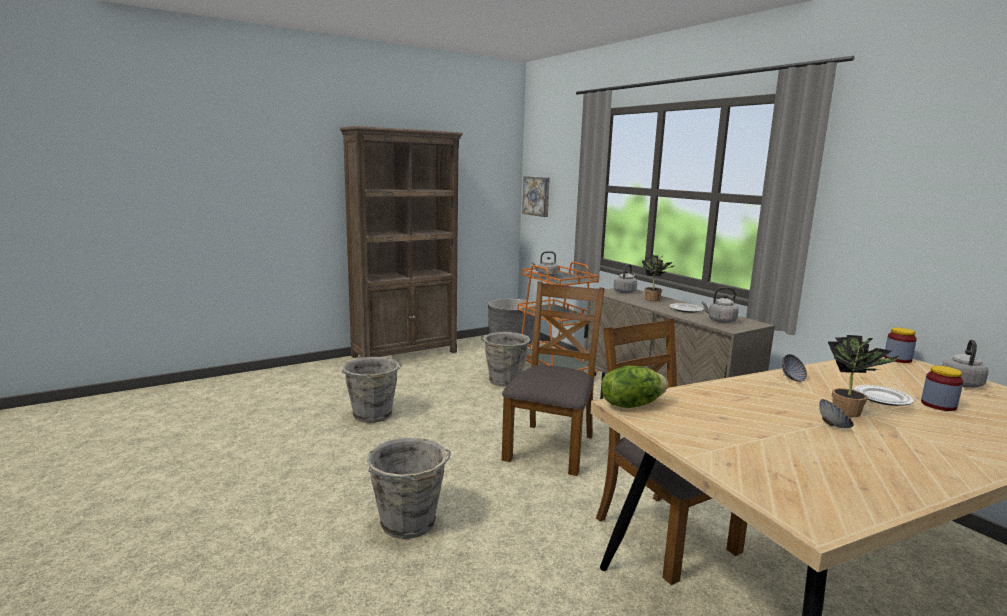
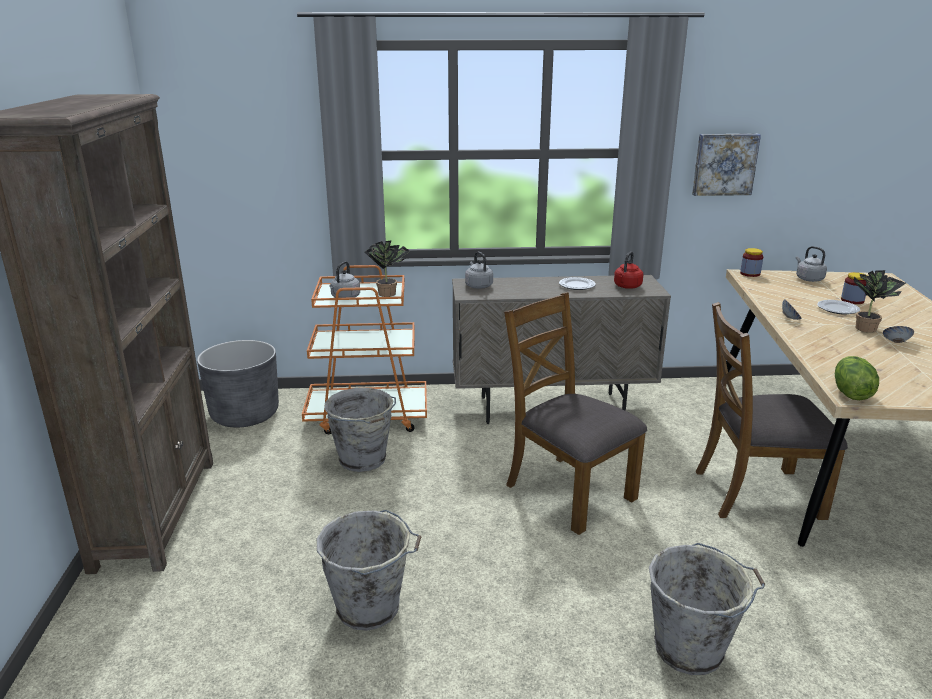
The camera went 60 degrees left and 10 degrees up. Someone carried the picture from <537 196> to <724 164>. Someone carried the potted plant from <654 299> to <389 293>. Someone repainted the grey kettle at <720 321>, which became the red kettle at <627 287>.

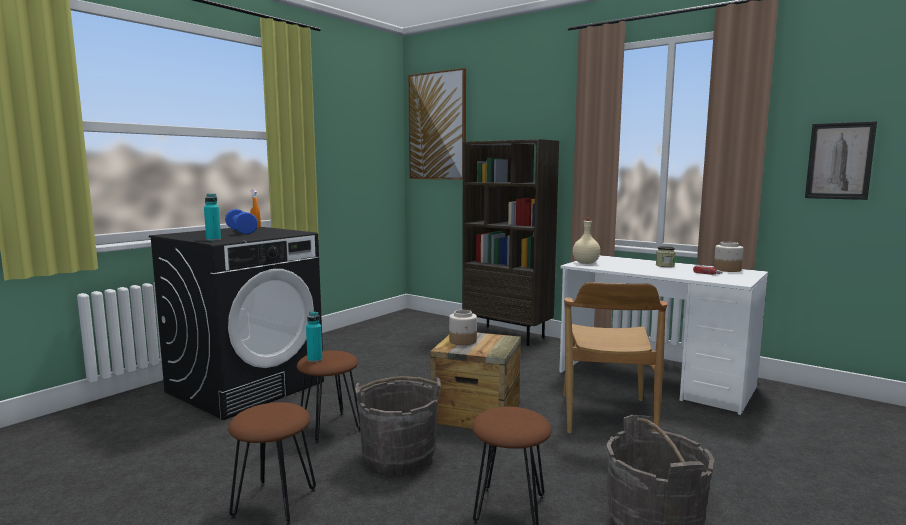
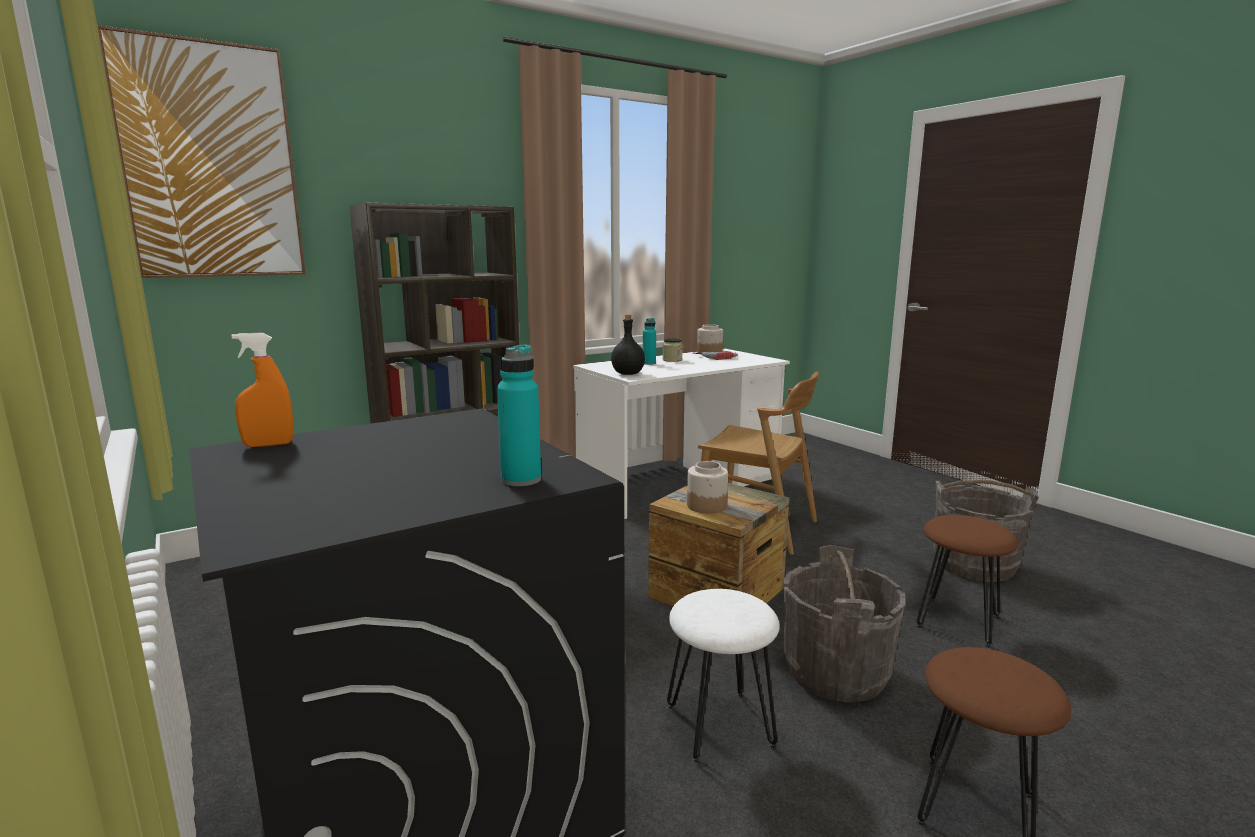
The camera went 70 degrees left and 5 degrees up. Someone took away the blue dumbbell at <241 231>. Someone repainted the brown stool at <329 427>, which became the white stool at <718 726>. Someone carried the turquoise bottle from <315 359> to <649 363>. Someone repainted the beige bottle at <585 263>, which became the black bottle at <627 374>. Someone took away the picture at <839 161>.

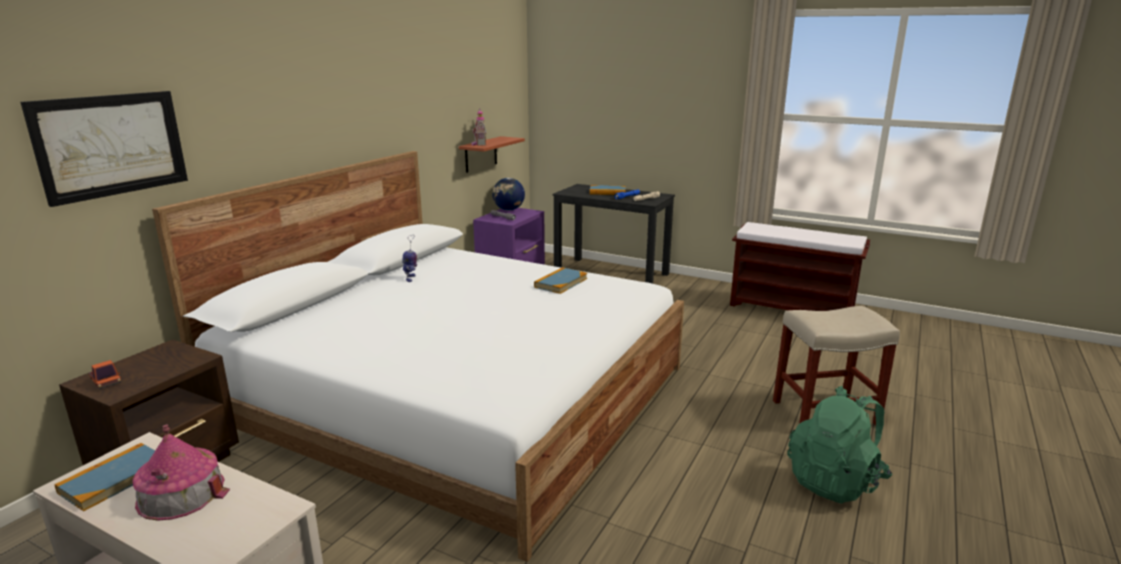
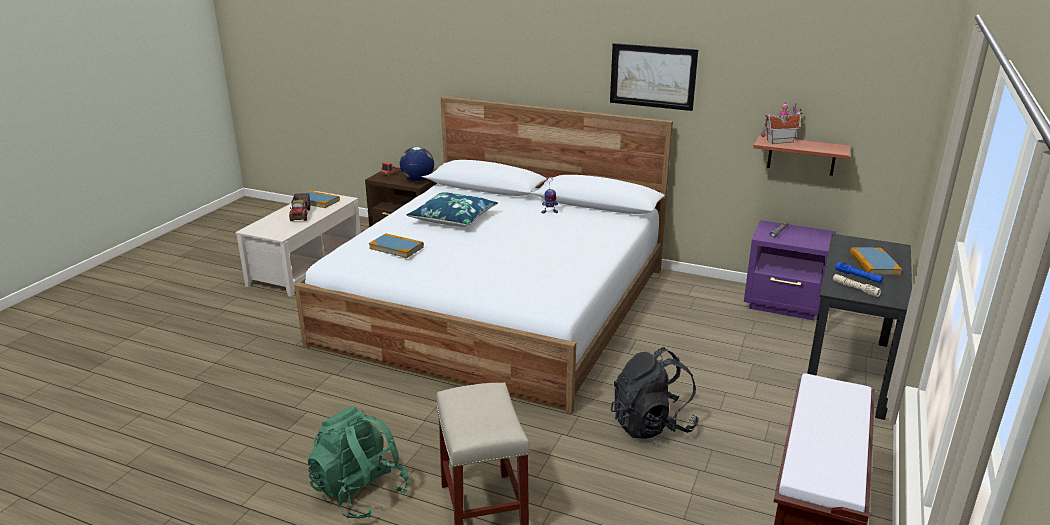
The camera went 85 degrees right and 5 degrees up. Someone carried the picture from <111 145> to <653 76>. Someone swapped the toy house at <181 493> for the toy truck at <301 215>. Someone carried the globe from <508 210> to <417 180>. Someone carried the book from <560 283> to <396 248>. Someone put down the blue pillow at <453 219>. Someone put down the black backpack at <652 425>.

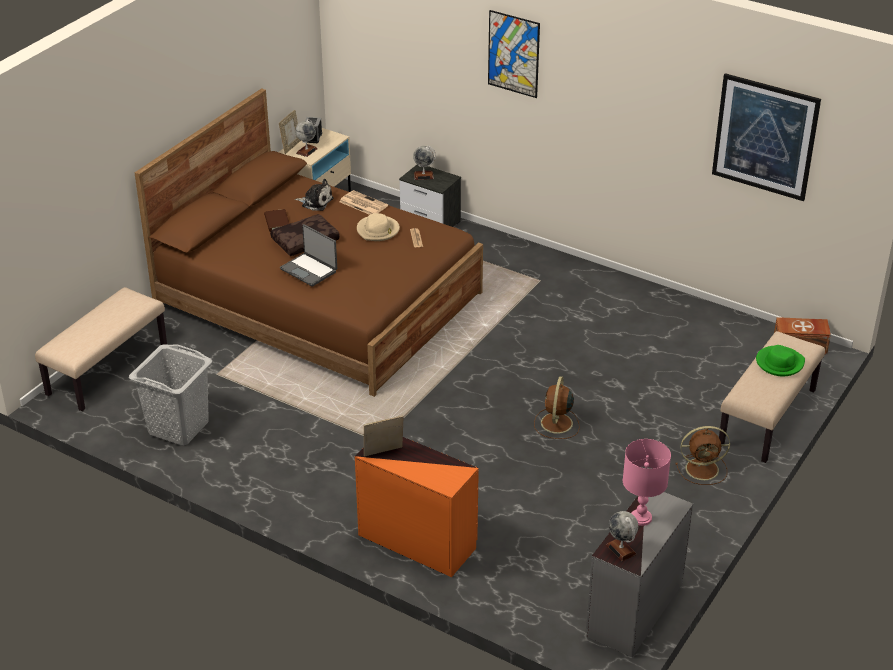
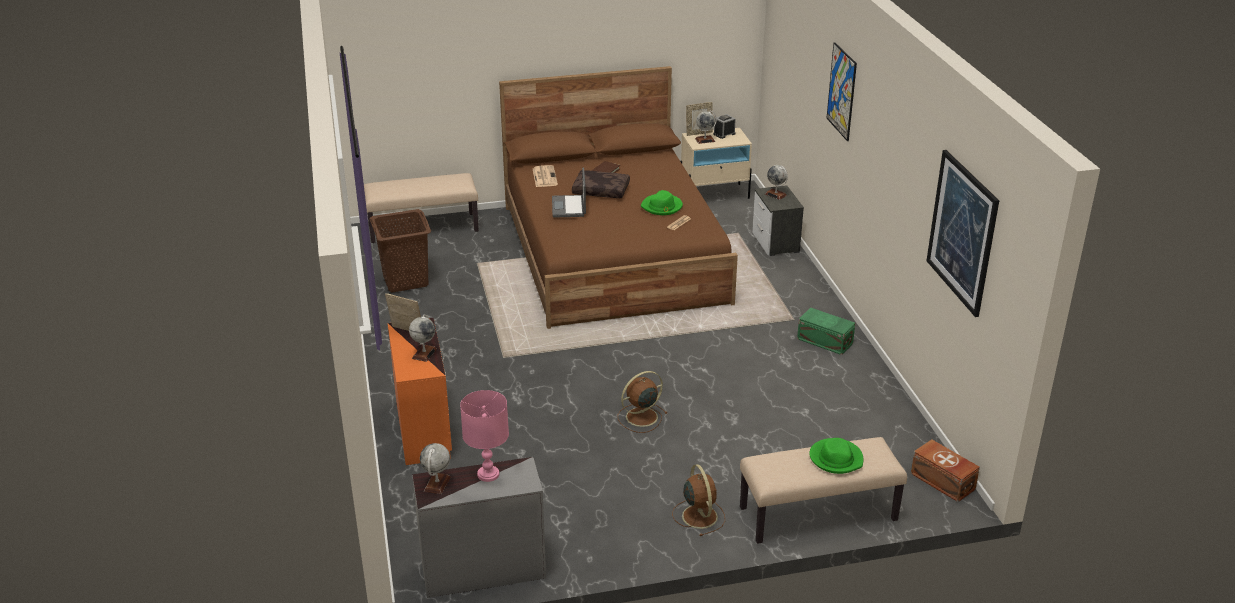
The camera went 45 degrees right and 5 degrees down. Someone repainted the grey laundry basket at <178 427>, which became the brown laundry basket at <405 281>. Someone took away the plush toy at <316 202>. Someone carried the newspaper from <362 204> to <544 176>. Someone repainted the beige hat at <378 230>, which became the green hat at <662 207>. Someone rotated the brown fan at <703 469> by 150 degrees counterclockwise. Someone put down the globe at <424 353>. Someone put down the green storage box at <825 341>.

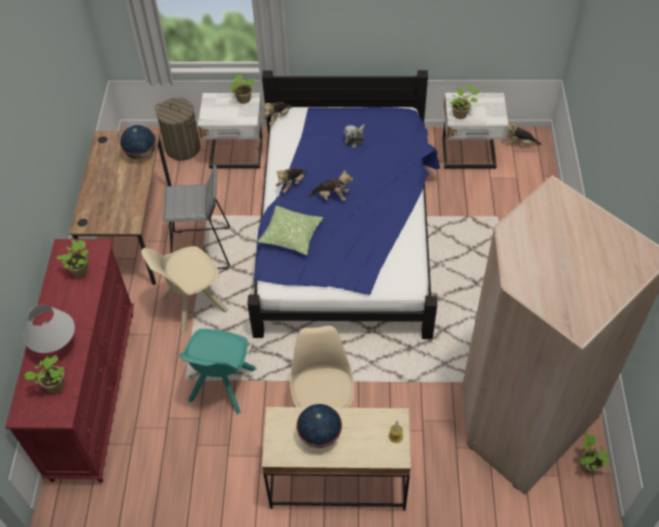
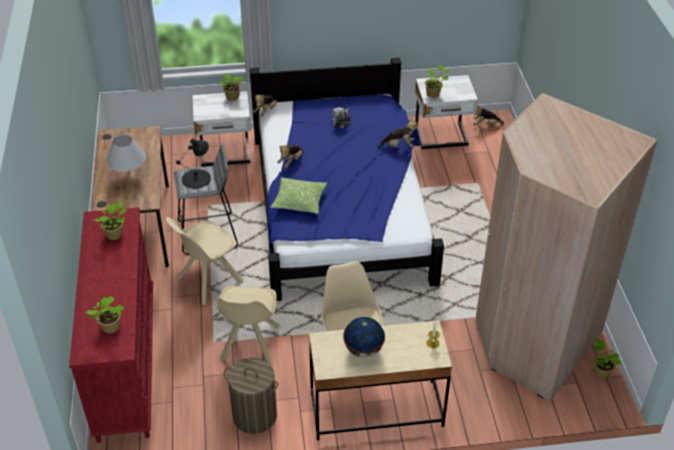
The camera went 10 degrees left and 10 degrees down. Someone carried the white table lamp from <56 345> to <129 175>. Someone took away the globe at <141 154>. Someone carried the laundry basket from <183 148> to <254 415>. Someone repainted the turquoise chair at <221 386>, which became the beige chair at <249 344>. Someone carried the plush toy from <331 196> to <399 146>. Someone put down the black table lamp at <196 178>.

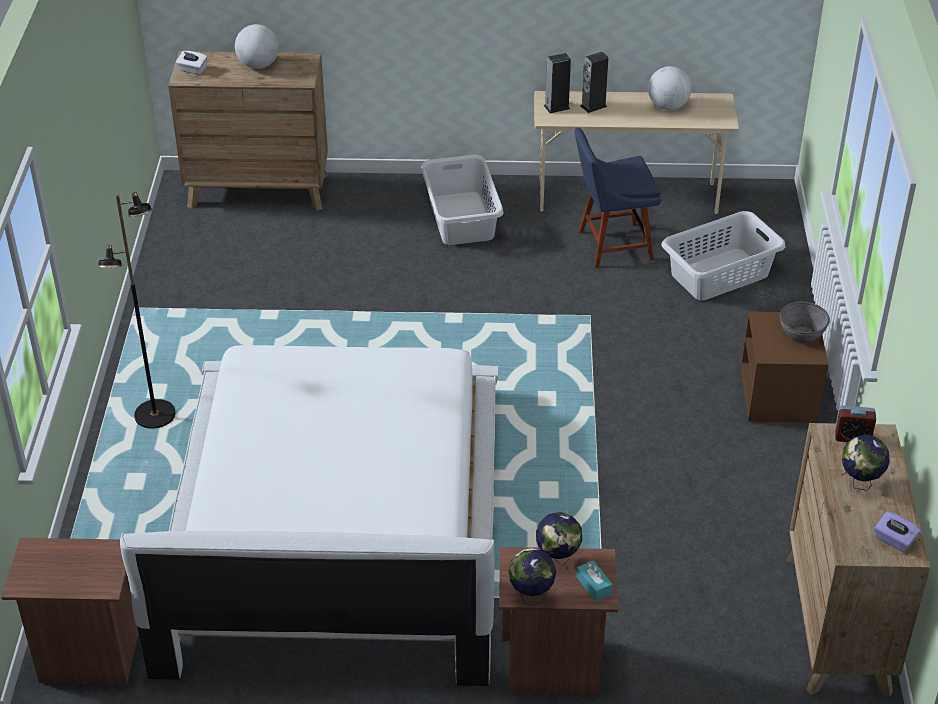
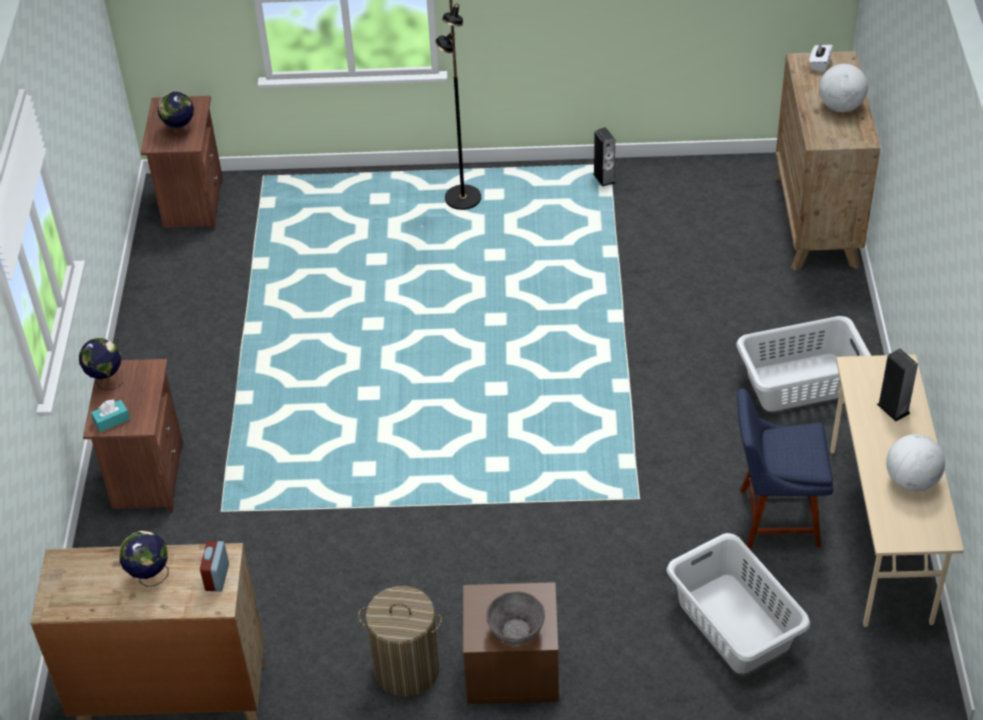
The camera went 90 degrees right and 5 degrees up. Someone took away the white bed at <336 526>. Someone carried the globe from <558 559> to <180 131>. Someone carried the speaker from <556 107> to <604 179>. Someone rotated the blue chair at <611 245> by 75 degrees counterclockwise. Someone took away the purple tissue box at <894 540>. Someone put down the laundry basket at <406 669>.

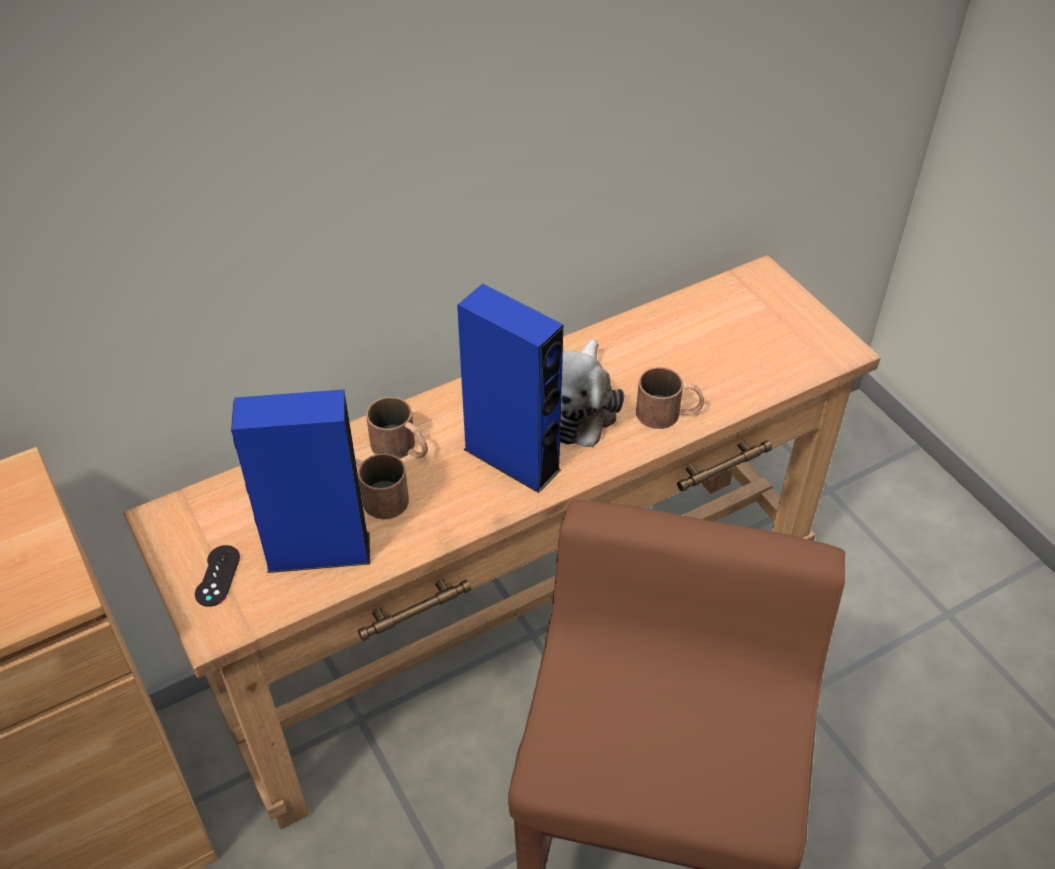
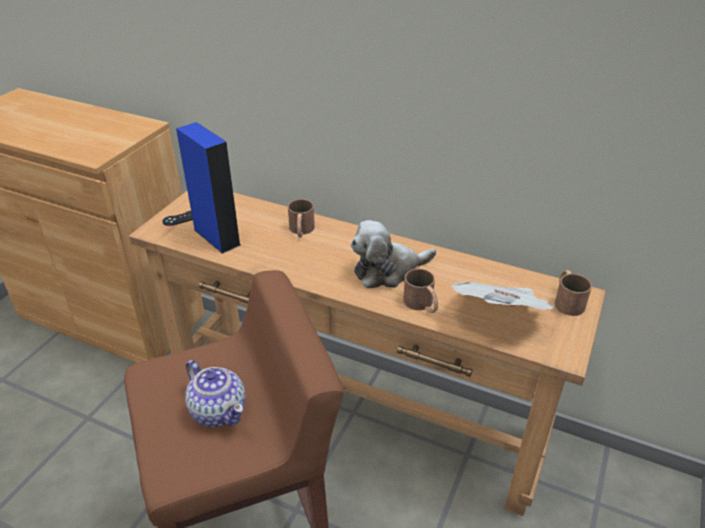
The camera went 55 degrees right and 10 degrees down. Someone carried the brown mug from <375 496> to <566 300>. Someone took away the blue speaker at <512 459>. Someone put down the teapot at <218 410>. Someone put down the newspaper at <500 315>.

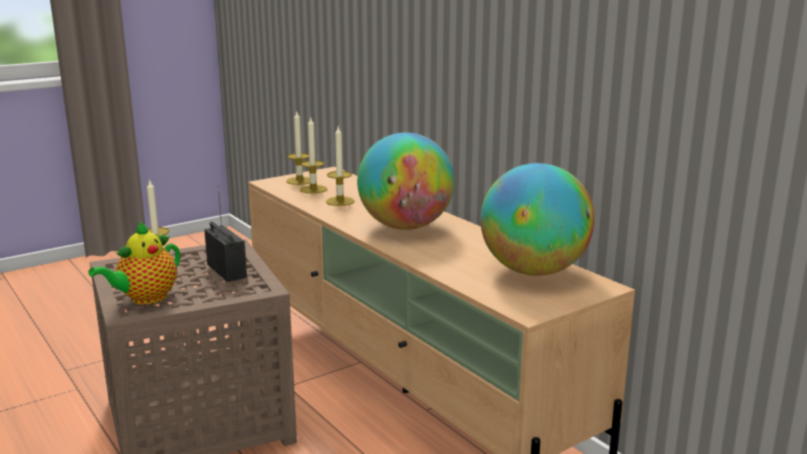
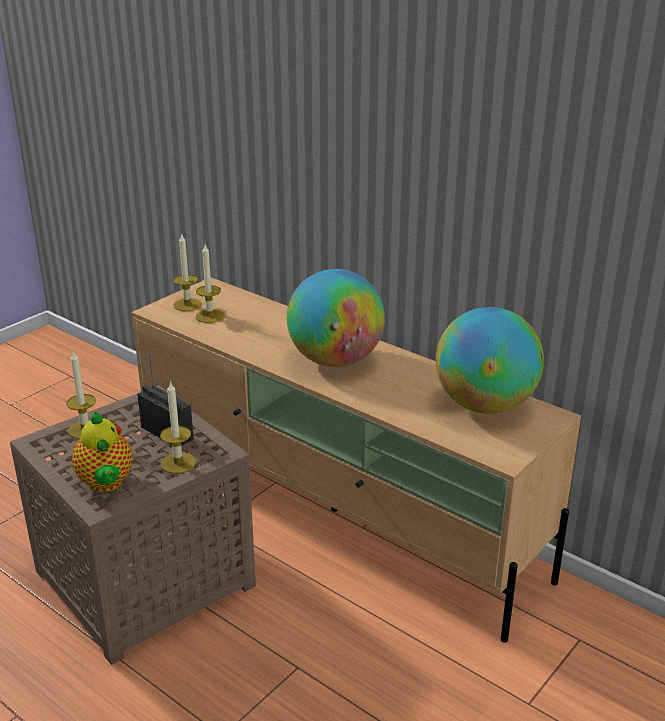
The camera went 15 degrees left and 10 degrees up. Someone rotated the teapot at <145 299> by 45 degrees counterclockwise. Someone carried the candle from <340 201> to <178 463>.

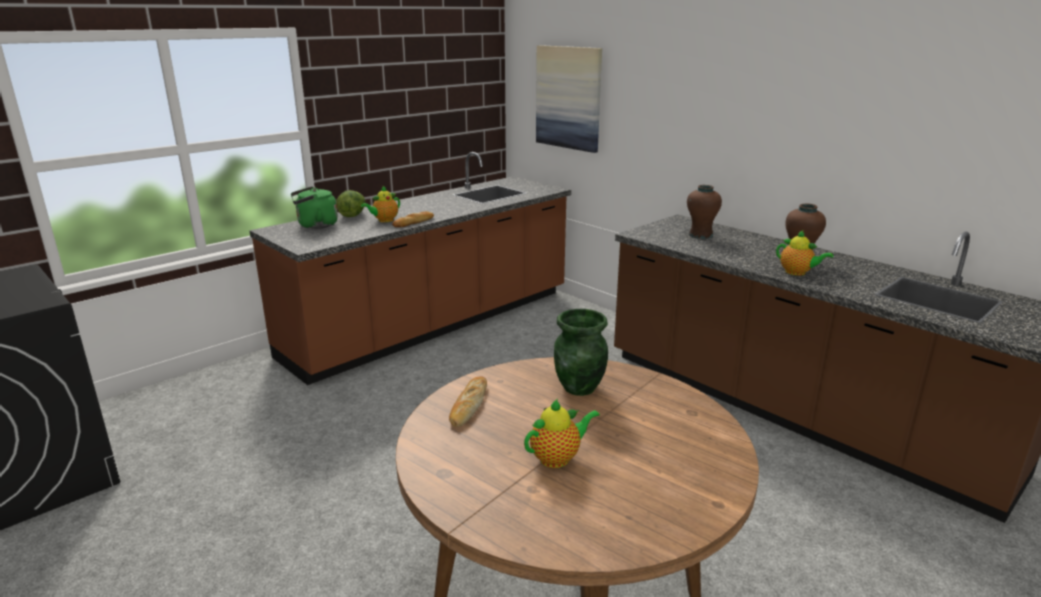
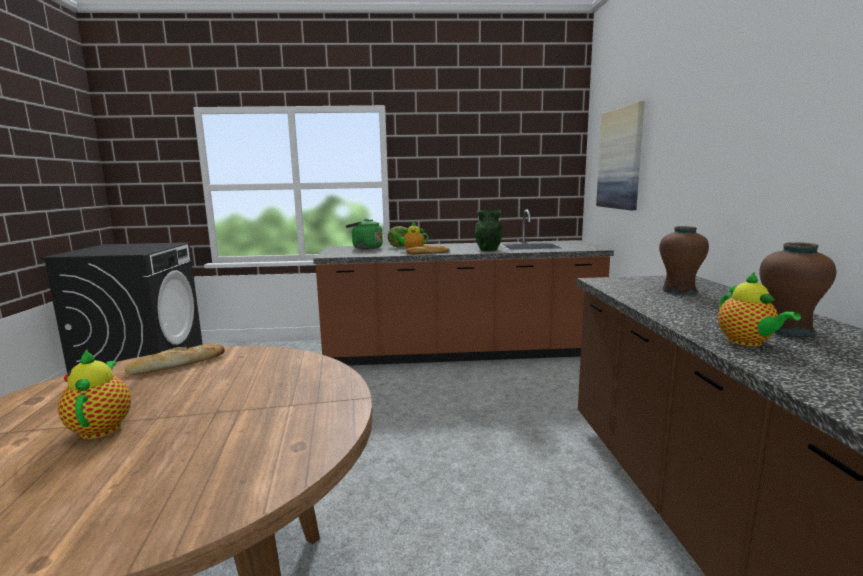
The camera went 40 degrees right and 10 degrees down. Someone rotated the teapot at <558 458> by 120 degrees counterclockwise. Someone carried the green vase from <580 388> to <488 250>.

